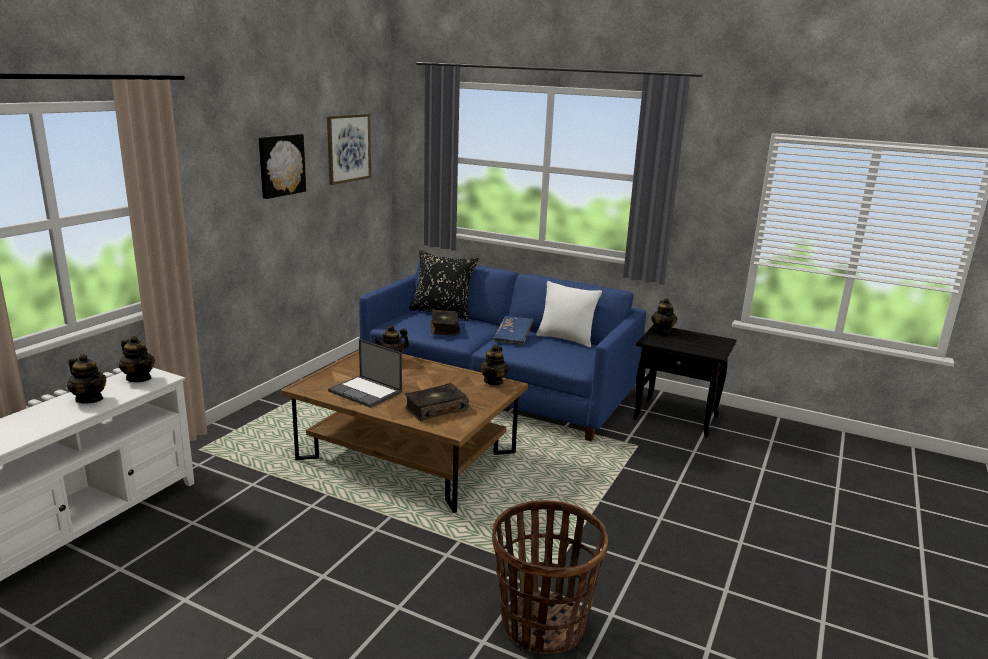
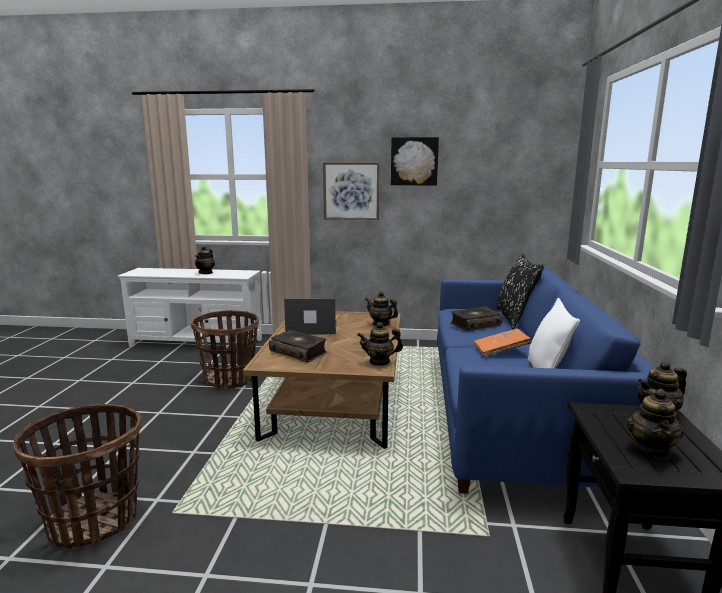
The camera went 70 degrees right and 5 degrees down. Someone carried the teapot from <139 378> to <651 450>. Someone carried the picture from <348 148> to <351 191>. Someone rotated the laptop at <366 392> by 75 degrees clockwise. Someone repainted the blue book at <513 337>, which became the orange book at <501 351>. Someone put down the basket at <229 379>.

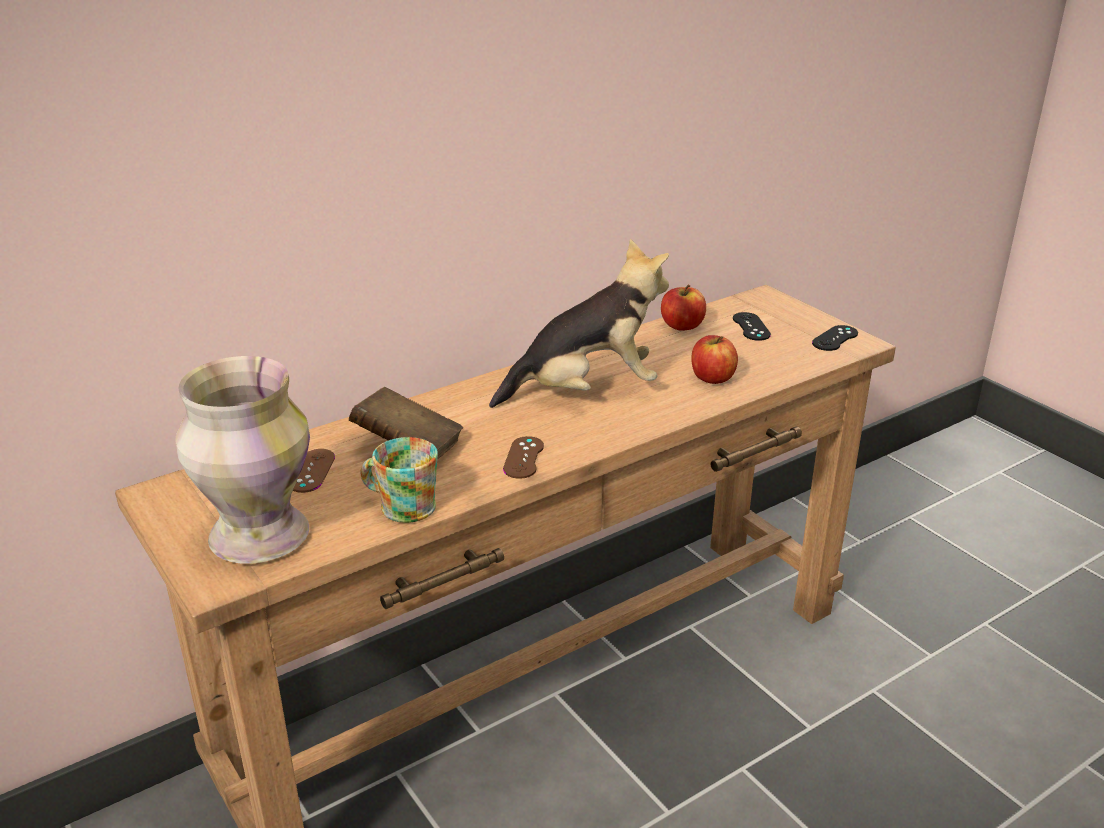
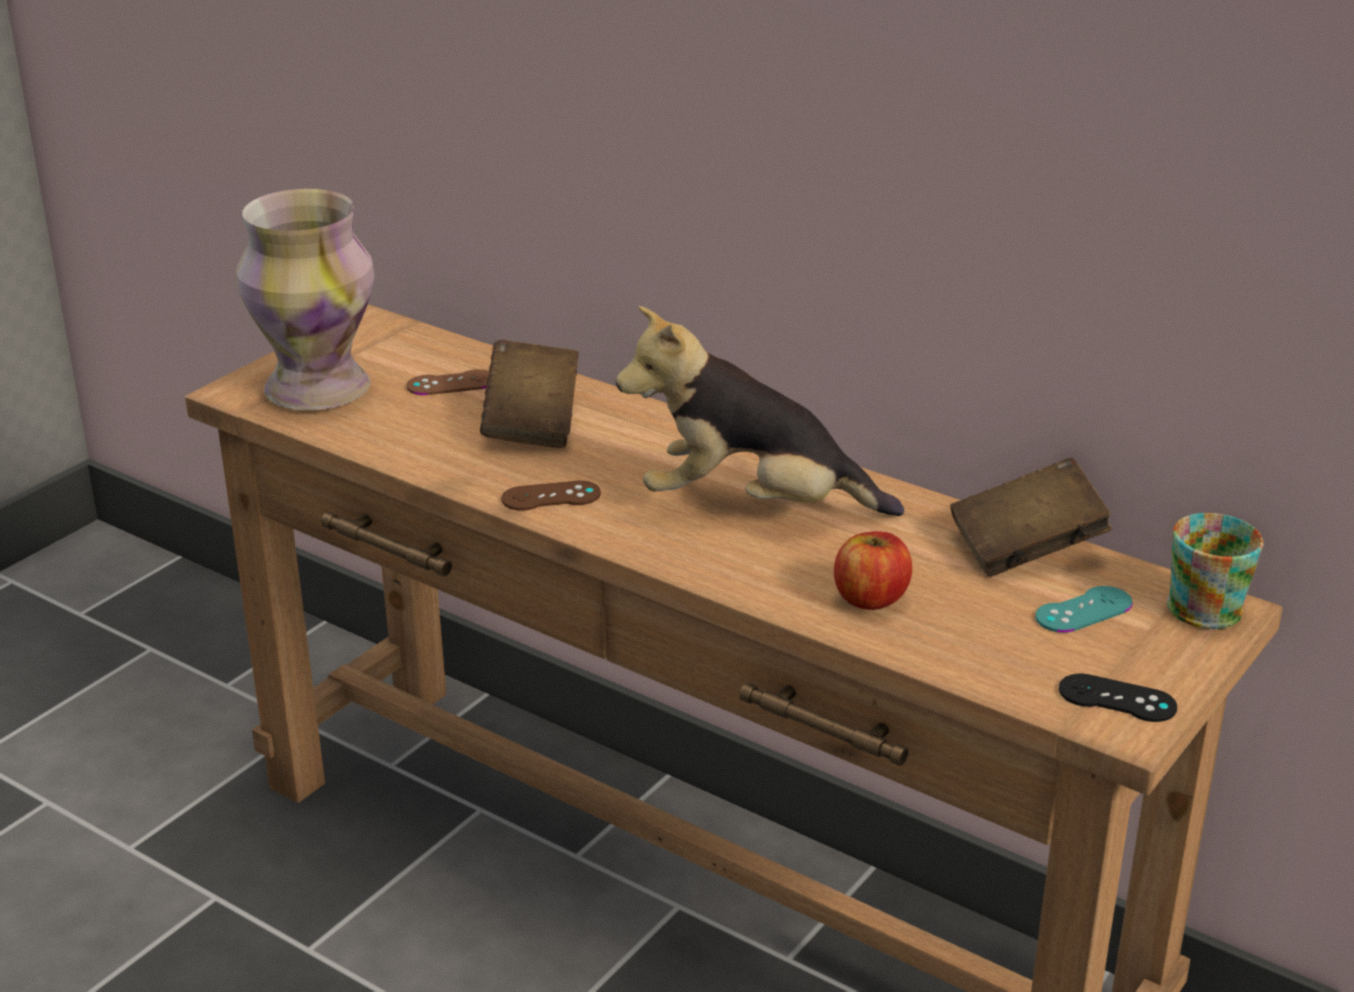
The camera went 70 degrees right and 0 degrees up. Someone carried the mug from <401 506> to <1202 603>. Someone rotated the plush toy at <586 391> by 135 degrees clockwise. Someone swapped the apple at <682 326> for the brown book at <1026 548>. Someone repainted the black game controller at <751 327>, which became the turquoise game controller at <1083 610>.

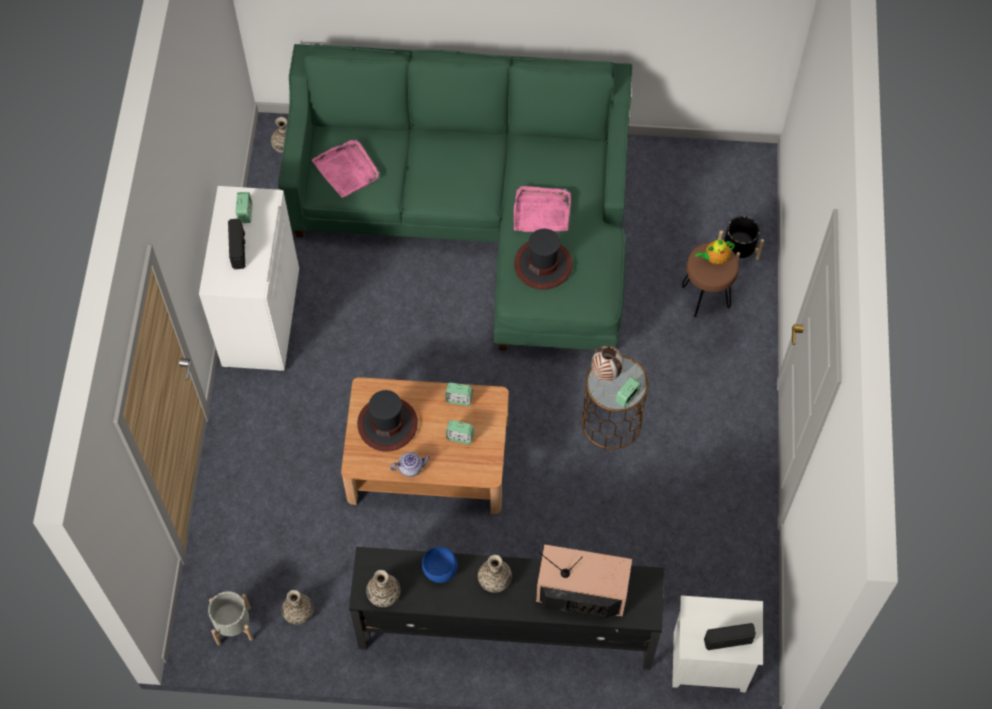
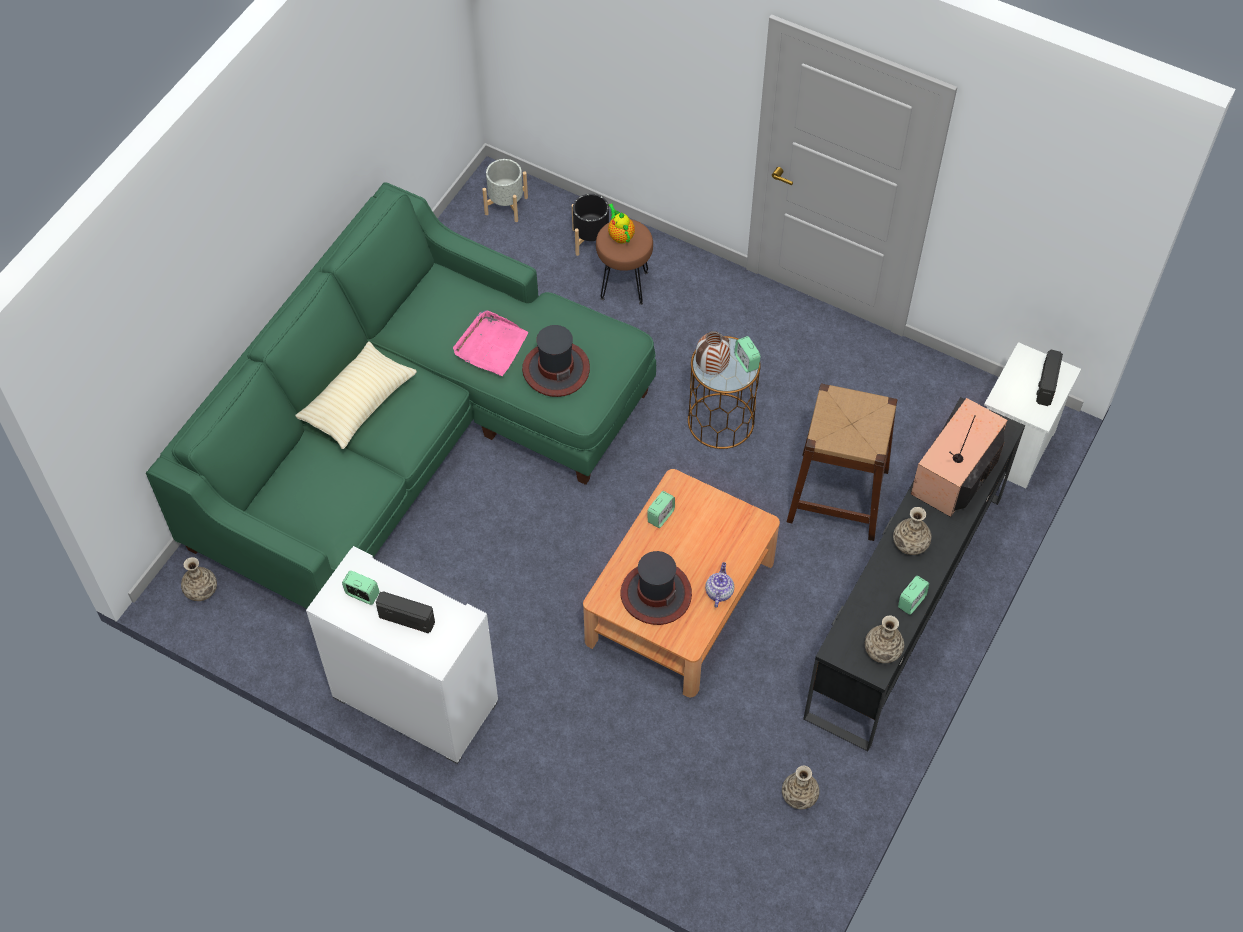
The camera went 65 degrees left and 5 degrees down. Someone carried the grey planter from <233 625> to <506 206>. Someone took away the pink tray at <347 170>. Someone took away the blue bowl at <439 570>. Someone carried the alarm clock from <460 437> to <911 602>. Someone rotated the teapot at <714 258> by 150 degrees clockwise. Someone put down the beige pillow at <358 403>. Someone put down the brown stool at <838 495>.

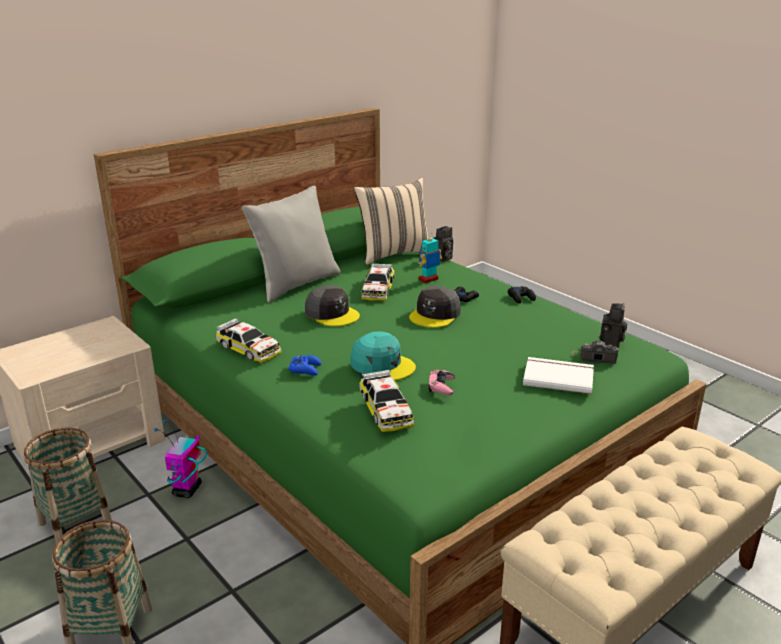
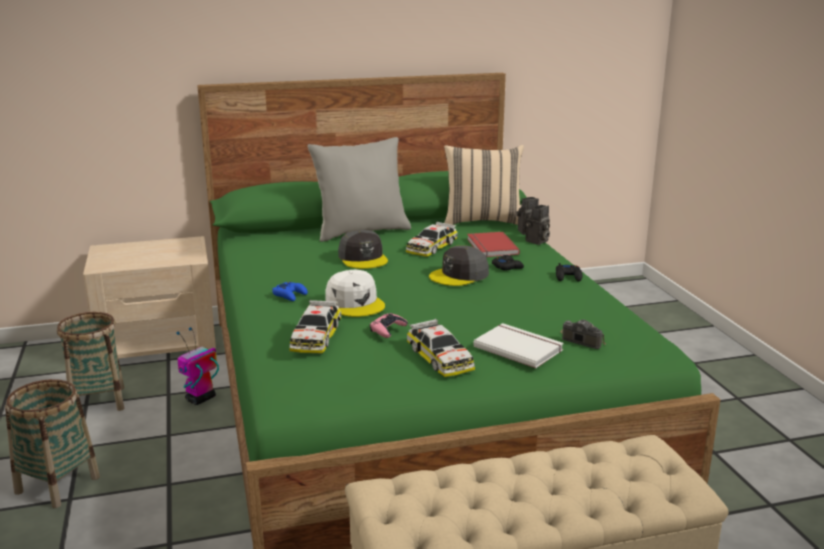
The camera went 25 degrees right and 5 degrees down. Someone carried the toy car from <249 348> to <440 358>. Someone repainted the turquoise cap at <382 365>, which became the white cap at <355 303>. Someone swapped the toy robot at <428 280> for the red book at <490 247>. Someone carried the photo camera from <611 344> to <537 241>.

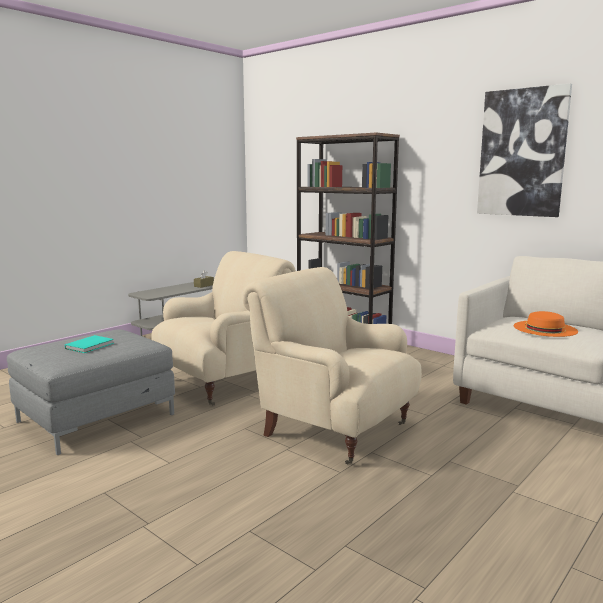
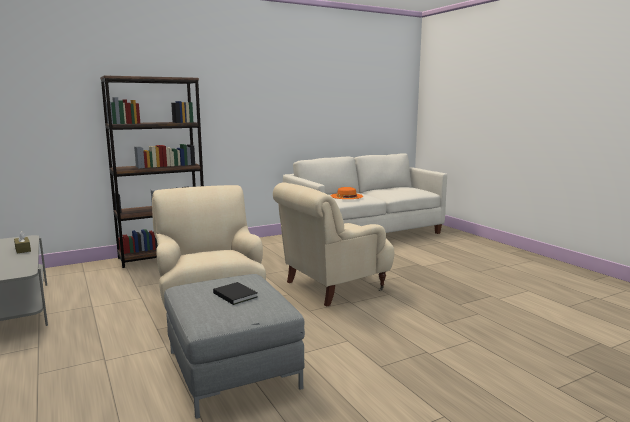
The camera went 70 degrees left and 0 degrees up. Someone repainted the turquoise book at <91 346>, which became the black book at <235 294>. Someone took away the picture at <522 153>.

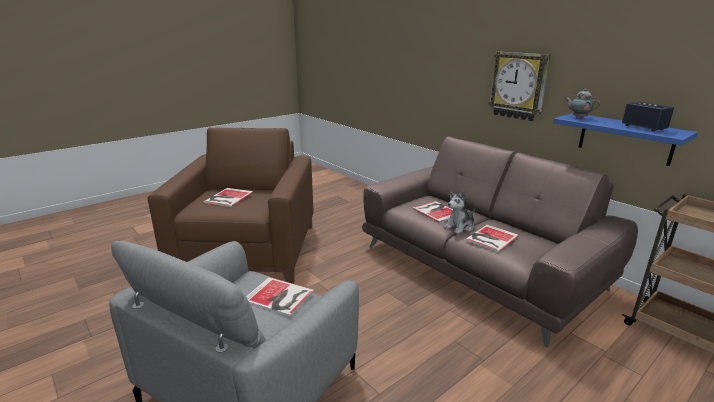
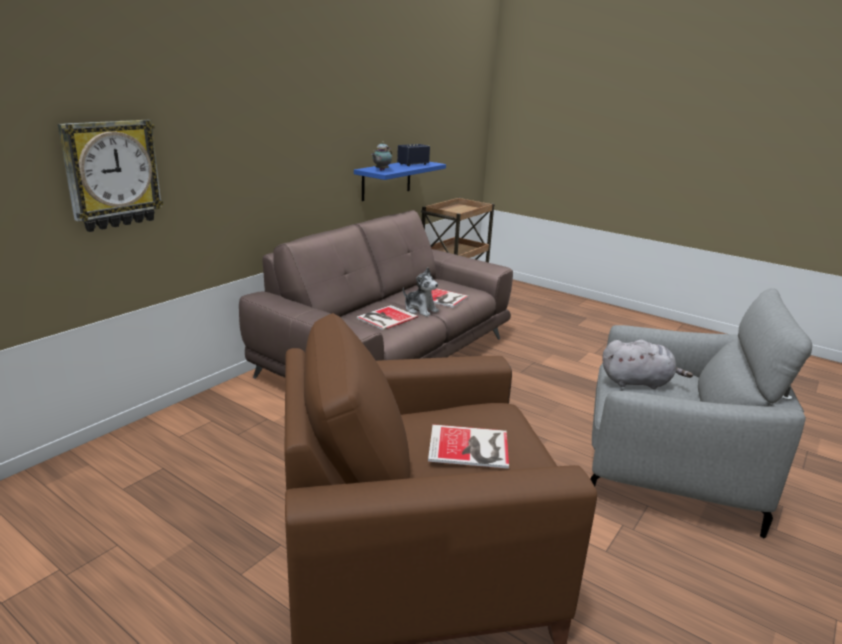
The camera went 105 degrees left and 0 degrees up. Someone swapped the book at <279 297> for the grey plush toy at <638 382>. Someone carried the wall clock from <518 86> to <112 174>.

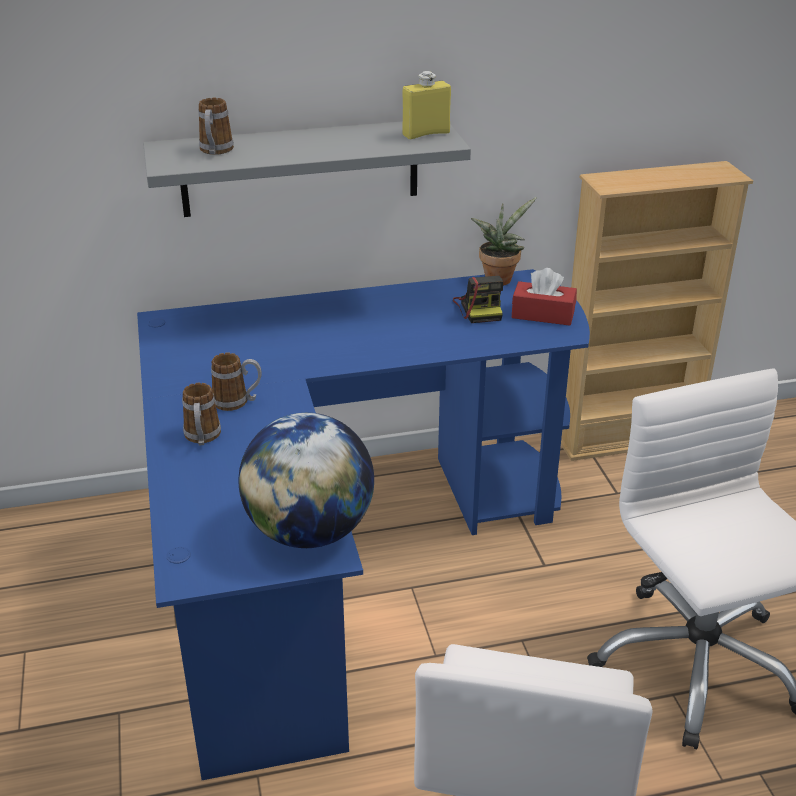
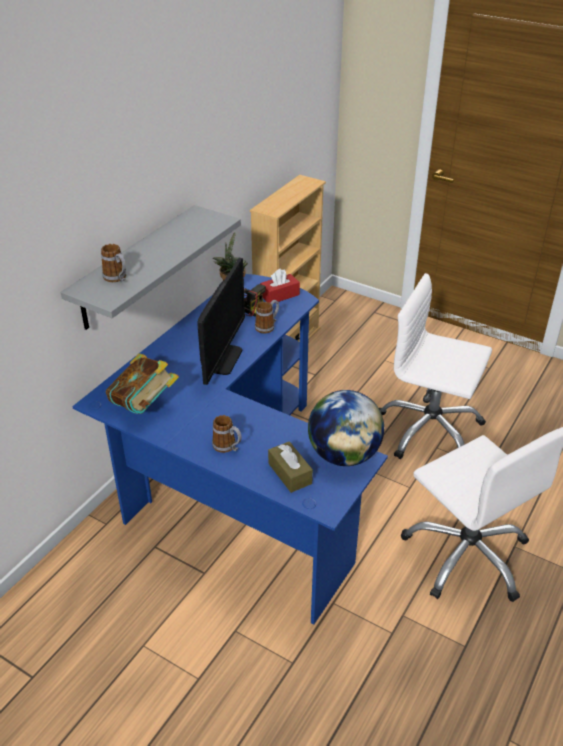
The camera went 45 degrees left and 5 degrees up. Someone carried the mug from <237 402> to <267 326>. Someone took away the yellow bottle at <426 134>. Someone put down the book at <144 405>. Someone put down the monitor at <222 359>. Someone put down the brown tissue box at <290 473>.

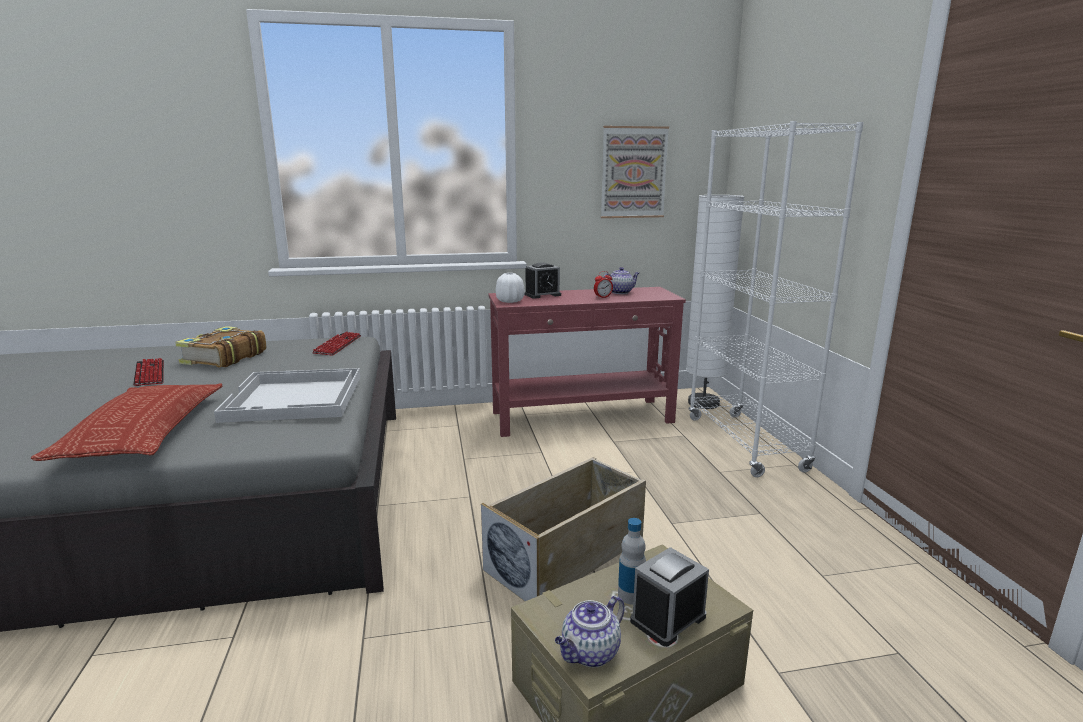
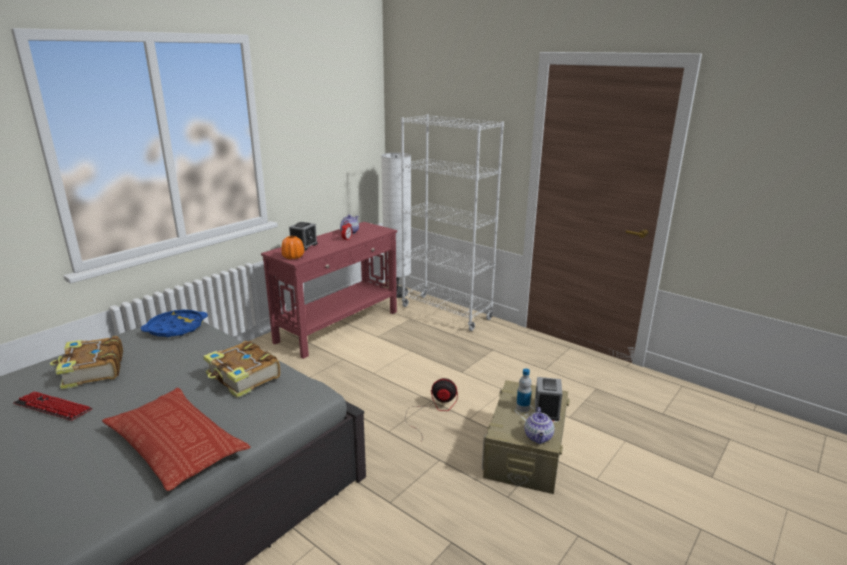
The camera went 40 degrees left and 5 degrees up. Someone swapped the white tray at <295 398> for the book at <243 377>. Someone swapped the keyboard at <338 345> for the blue tray at <176 328>. Someone swapped the beige storage box at <567 554> for the fan at <433 410>. Someone repainted the white vase at <509 301>, which became the orange vase at <293 257>. Someone took away the picture at <633 172>.

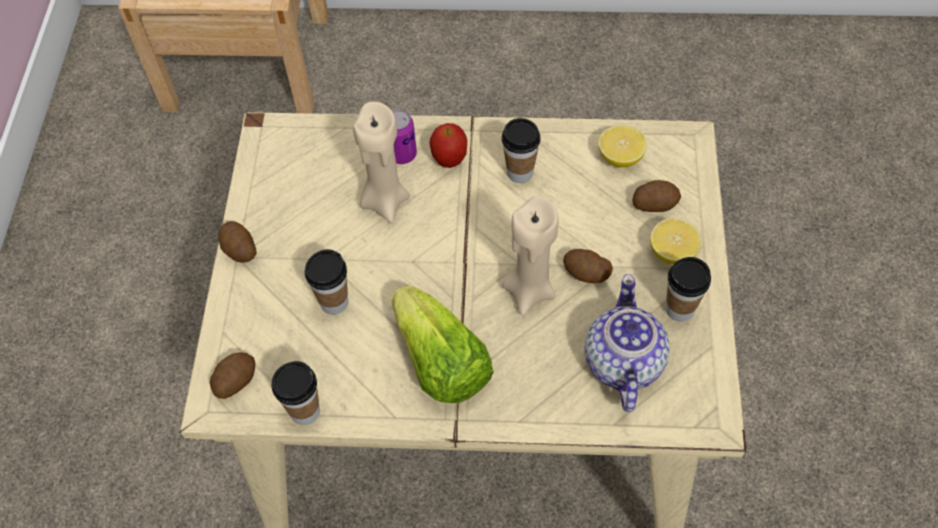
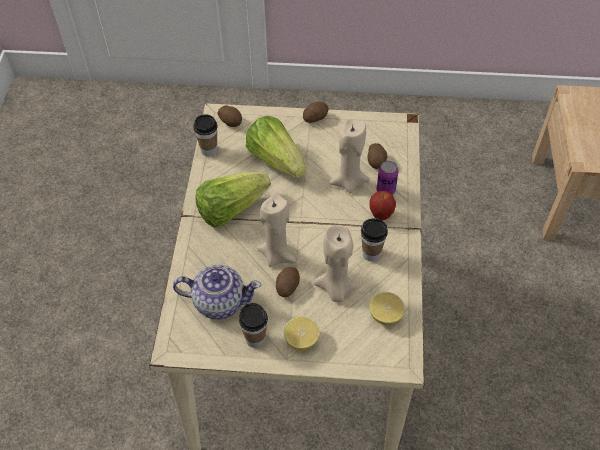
The camera went 90 degrees right and 5 degrees down. Someone swapped the cup at <334 302> for the lettuce at <276 160>. Someone carried the potato from <654 204> to <376 161>. Someone put down the beige candle at <335 289>.

